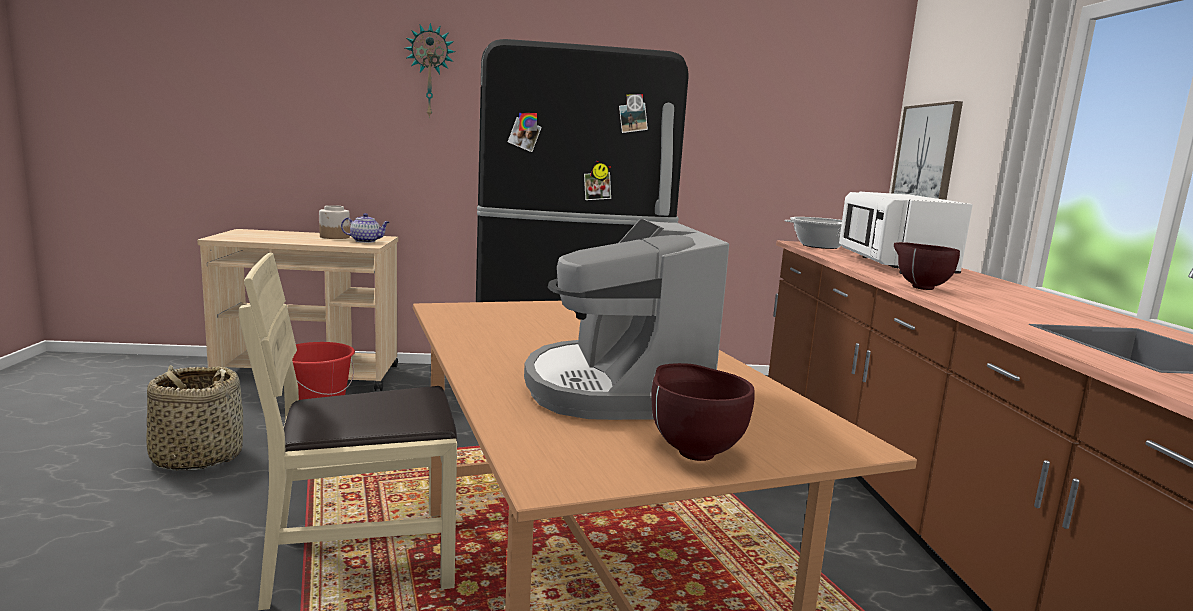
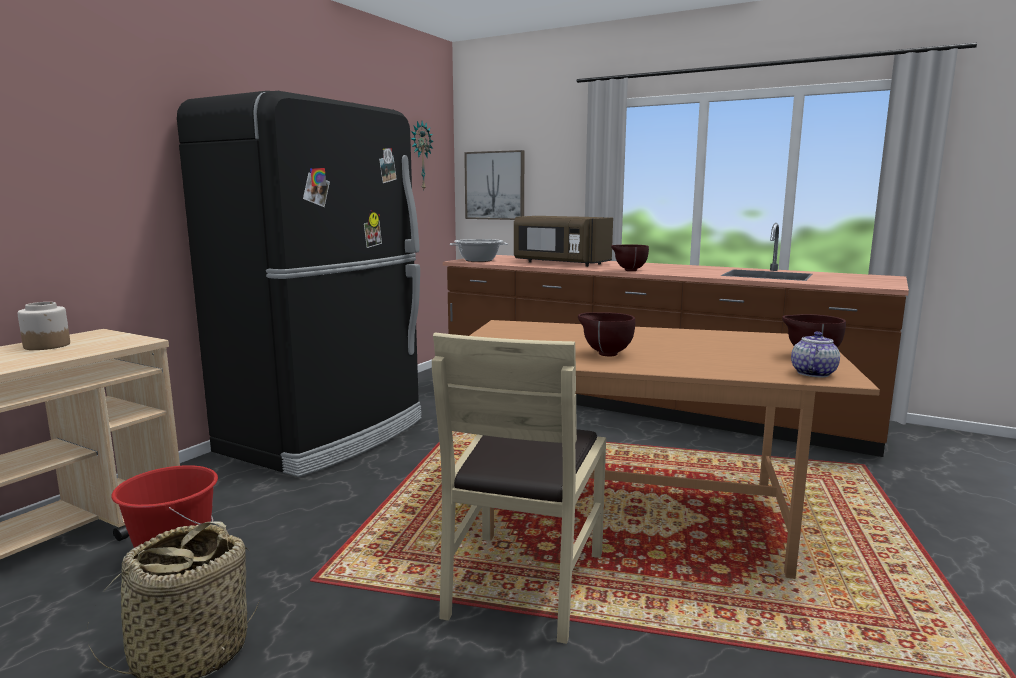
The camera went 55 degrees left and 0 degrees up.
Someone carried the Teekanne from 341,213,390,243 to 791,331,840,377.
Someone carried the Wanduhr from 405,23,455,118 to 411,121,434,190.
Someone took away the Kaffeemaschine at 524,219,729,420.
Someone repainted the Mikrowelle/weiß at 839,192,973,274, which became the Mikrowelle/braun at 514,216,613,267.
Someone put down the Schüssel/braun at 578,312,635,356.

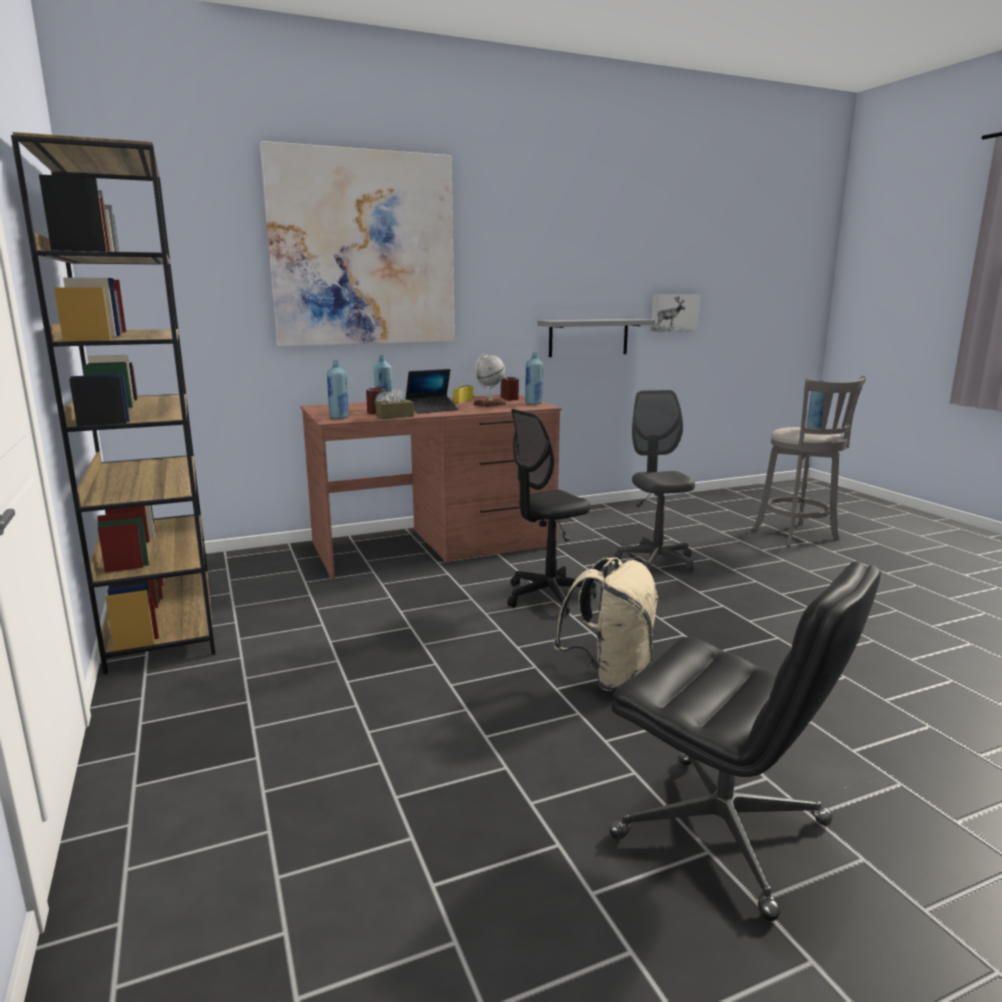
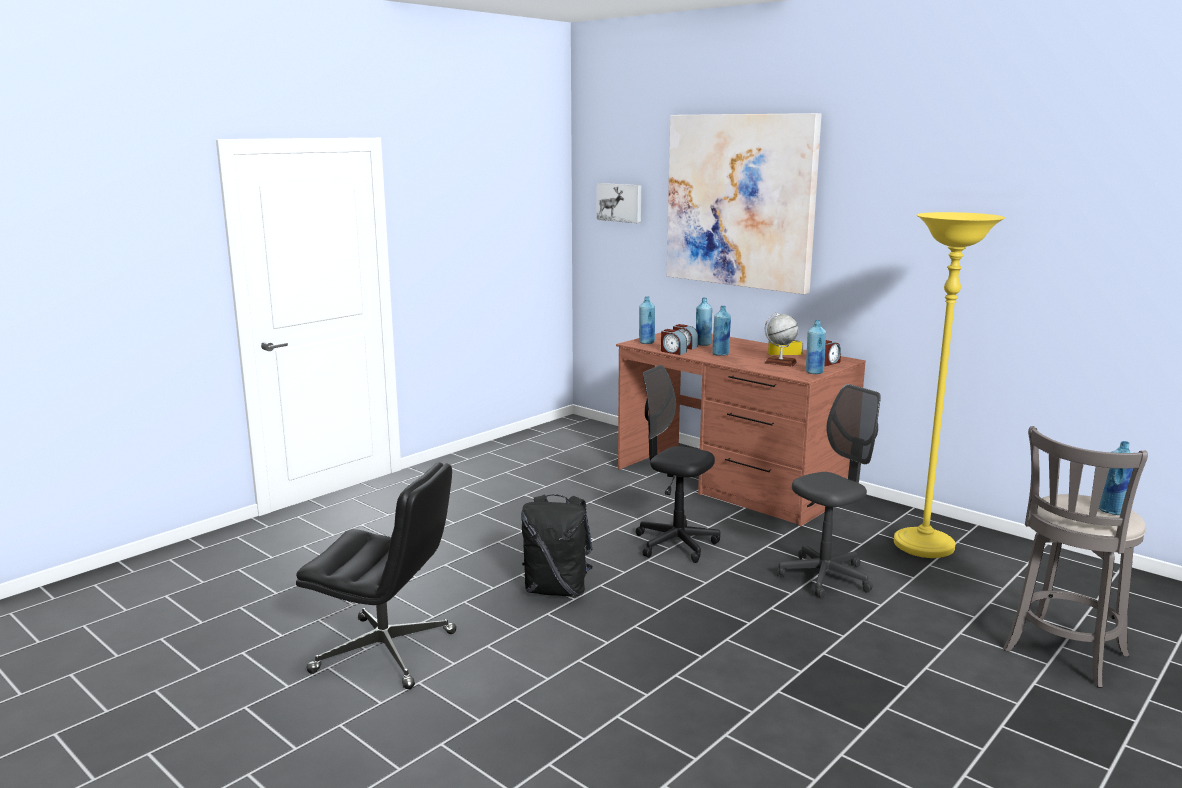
The camera went 65 degrees right and 0 degrees up.
Someone took away the Bücherregal/braun at 11,132,215,674.
Someone swapped the Taschentuchbox/braun at 375,387,414,419 for the Wecker at 661,329,687,355.
Someone swapped the Laptop at 405,369,459,414 for the Flasche/blau at 712,306,731,356.
Someone took away the Wandregal/grau at 537,319,655,357.
Someone repainted the Rucksack/beige at 553,558,659,691, which became the Rucksack/schwarz at 521,494,593,596.
Someone rotated the Bürostuhl/schwarz at 609,561,881,921 by 90 degrees counterclockwise.
Someone carried the Bild from 651,294,701,332 to 597,183,641,223.
Someone put down the Stehlampe/gelb at 894,212,1005,558.

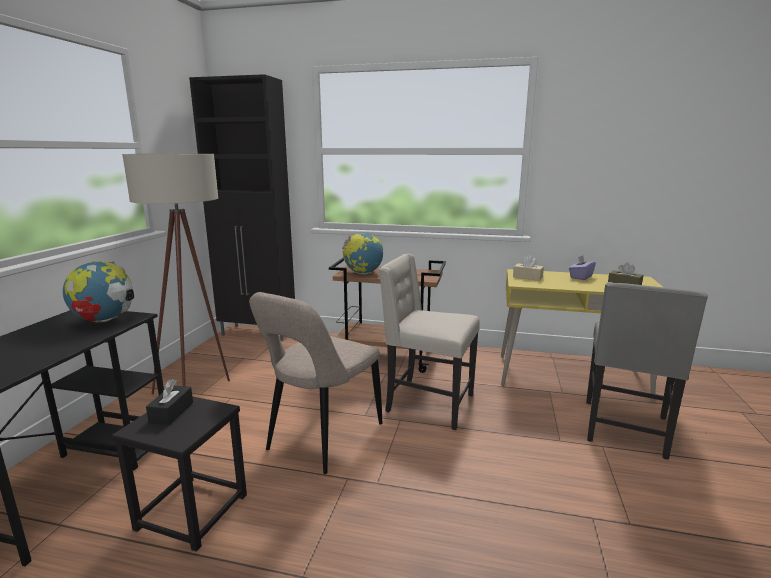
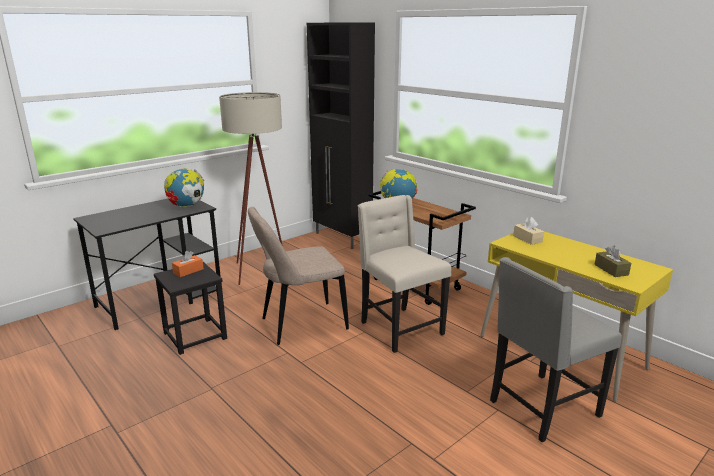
The camera went 35 degrees right and 5 degrees up.
Someone repainted the Taschentuchbox/schwarz at 146,379,193,425, which became the Taschentuchbox/orange at 172,251,204,277.
Someone took away the Taschentuchbox/lila at 569,255,596,280.

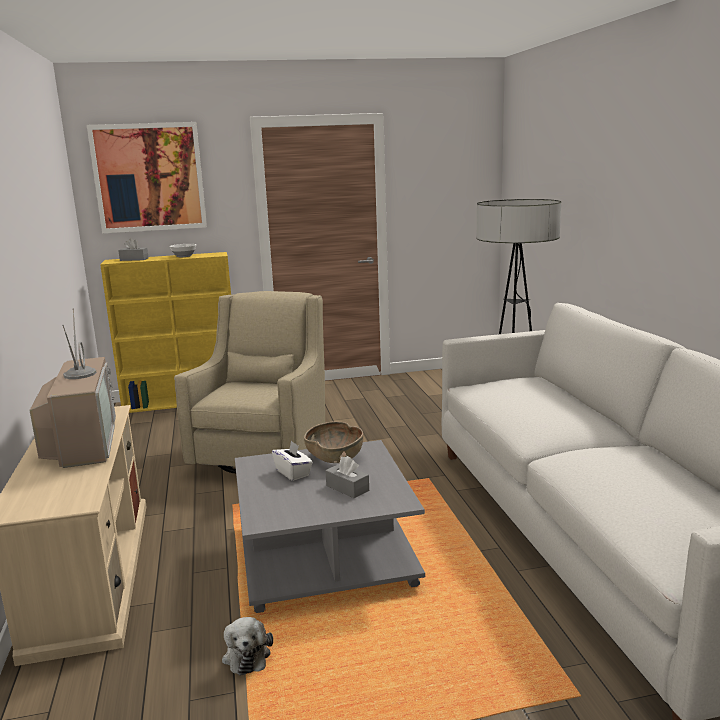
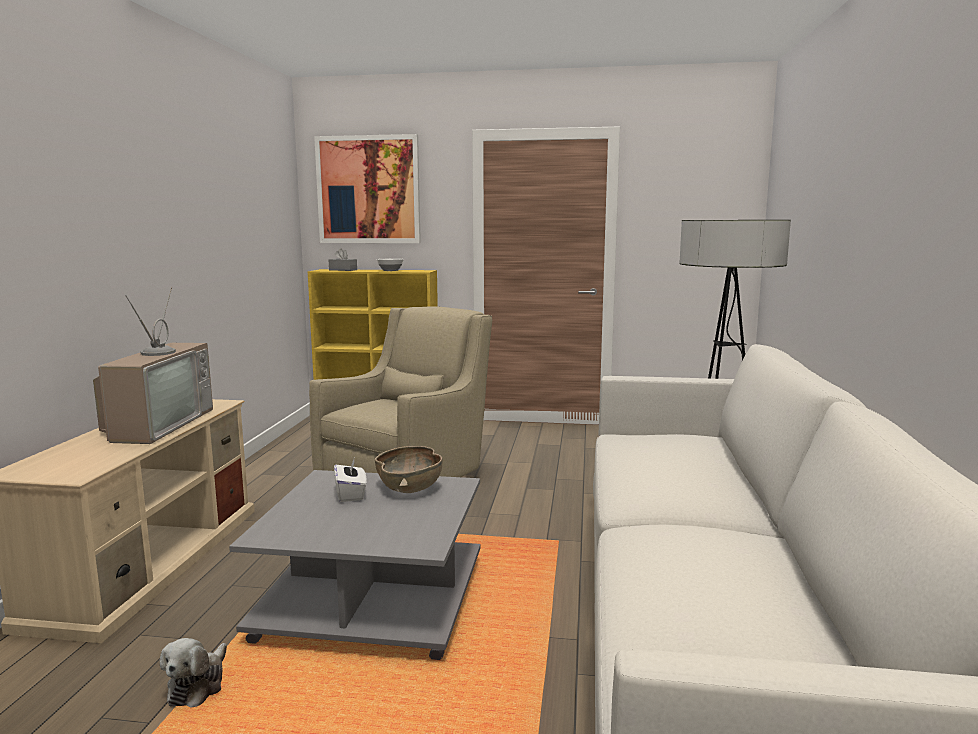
The camera went 20 degrees right and 5 degrees down.
Someone took away the Taschentuchbox/grau at 325,456,369,498.

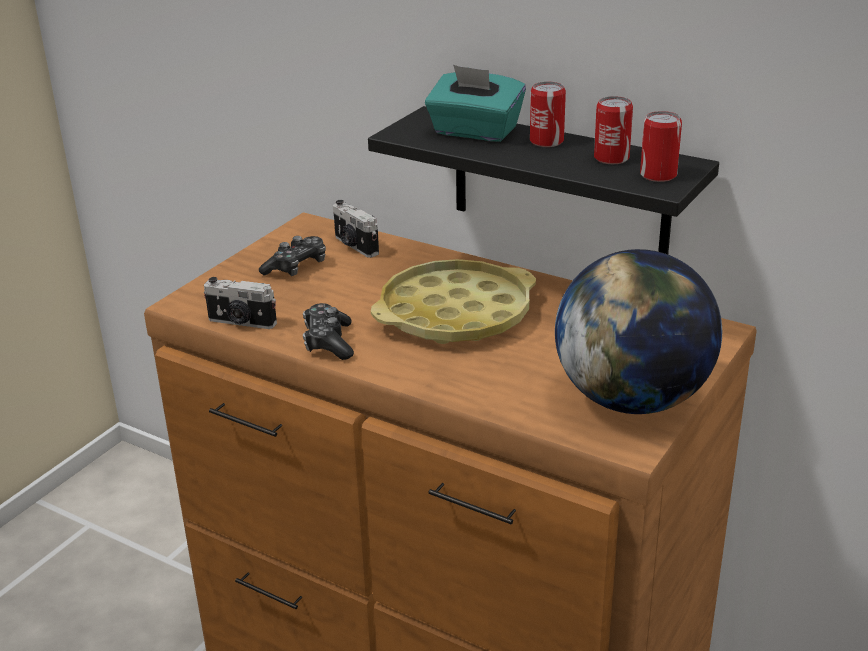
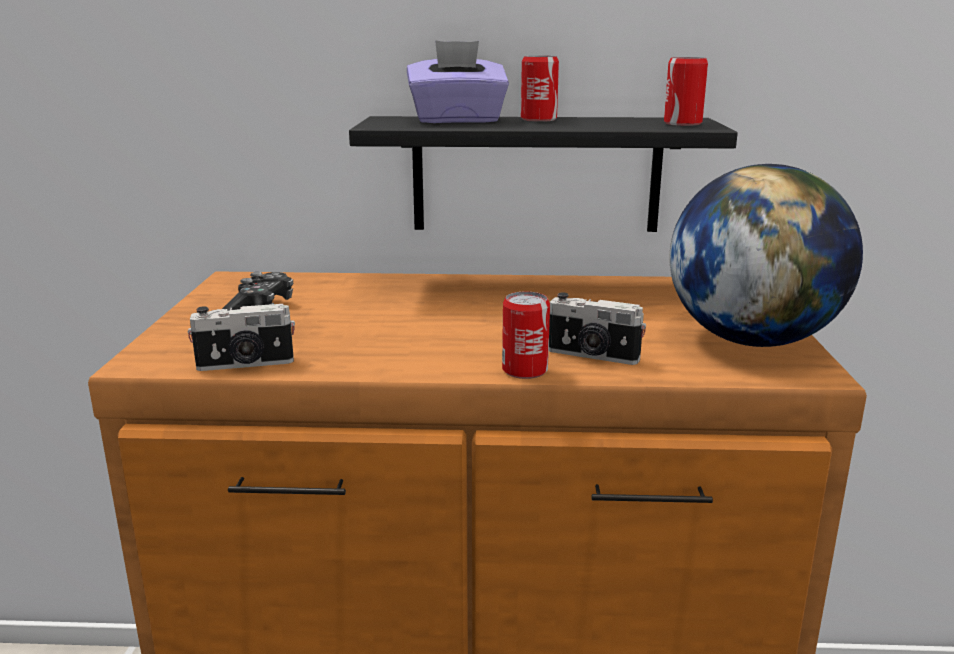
The camera went 30 degrees left and 10 degrees down.
Someone took away the Gamepad at 303,303,354,360.
Someone carried the Kamera from 333,200,379,258 to 549,293,646,365.
Someone took away the Tablett/gelb at 371,259,536,344.
Someone repainted the Taschentuchbox/türkis at 425,65,526,142, which became the Taschentuchbox/lila at 407,40,509,123.
Someone carried the Dose from 594,96,633,164 to 502,292,550,379.

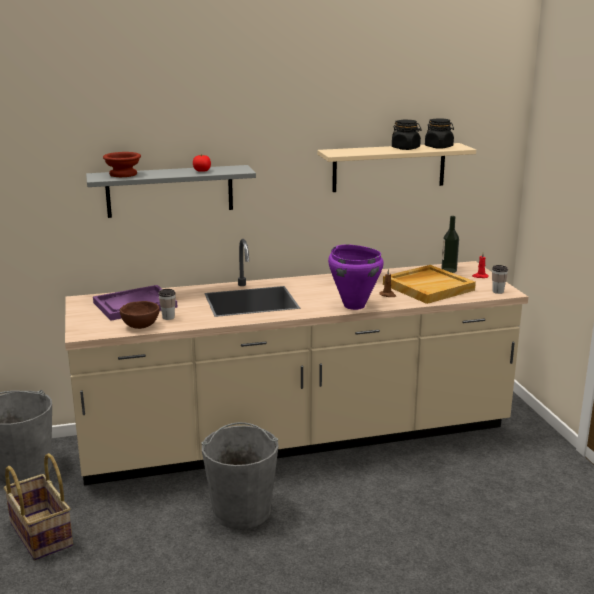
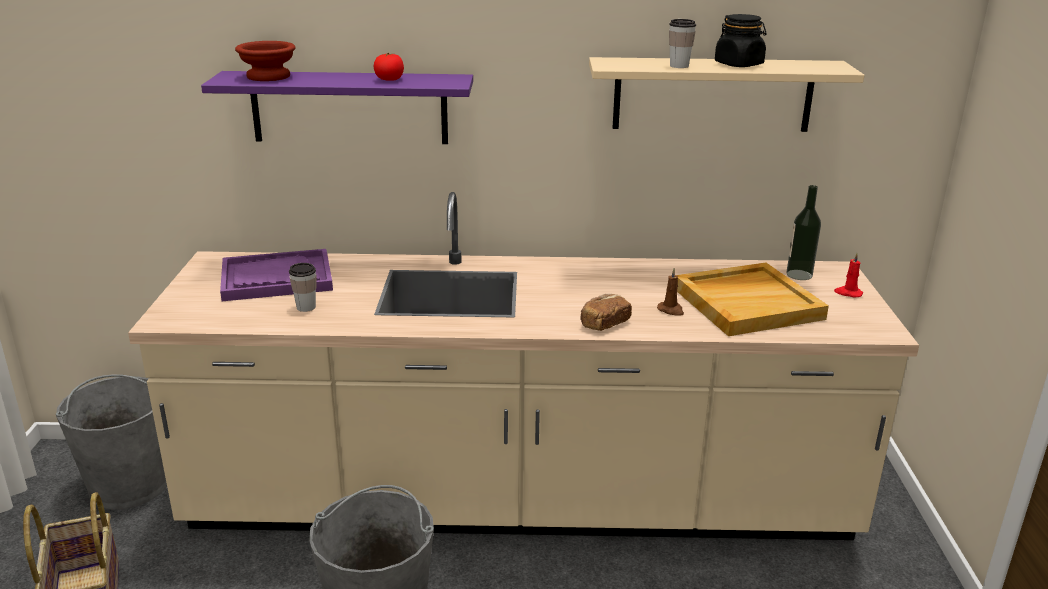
The camera went 15 degrees right and 5 degrees up.
Someone repainted the Wandregal/grau at 86,165,256,218, which became the Wandregal/lila at 201,71,473,144.
Someone took away the Schüssel/braun at 120,301,160,329.
Someone swapped the Kochtopf/lila at 328,245,384,310 for the Brot at 580,294,632,331.
Someone took away the Vorratsglas/schwarz at 425,118,454,149.
Someone carried the Tasse from 492,265,508,294 to 669,19,696,68.

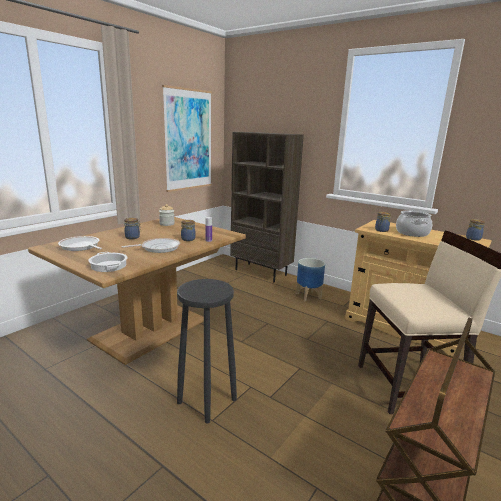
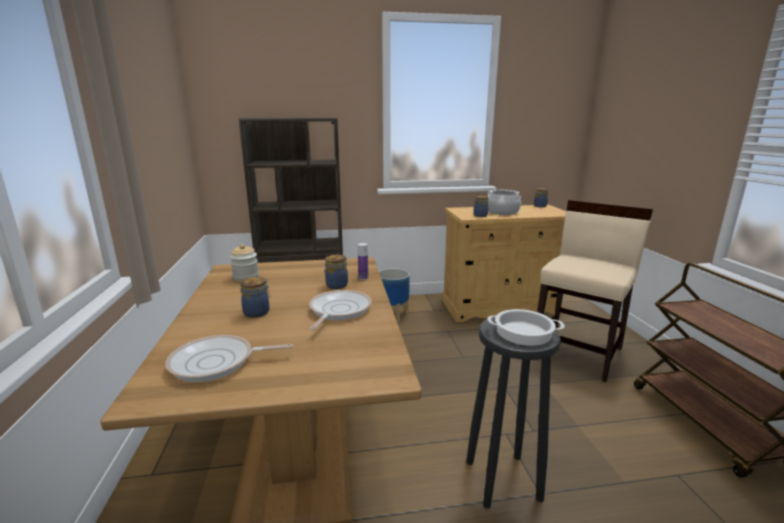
The camera went 45 degrees left and 0 degrees up.
Someone carried the Kochtopf from 88,252,128,272 to 487,309,565,346.
Someone took away the Bild at 162,85,212,192.

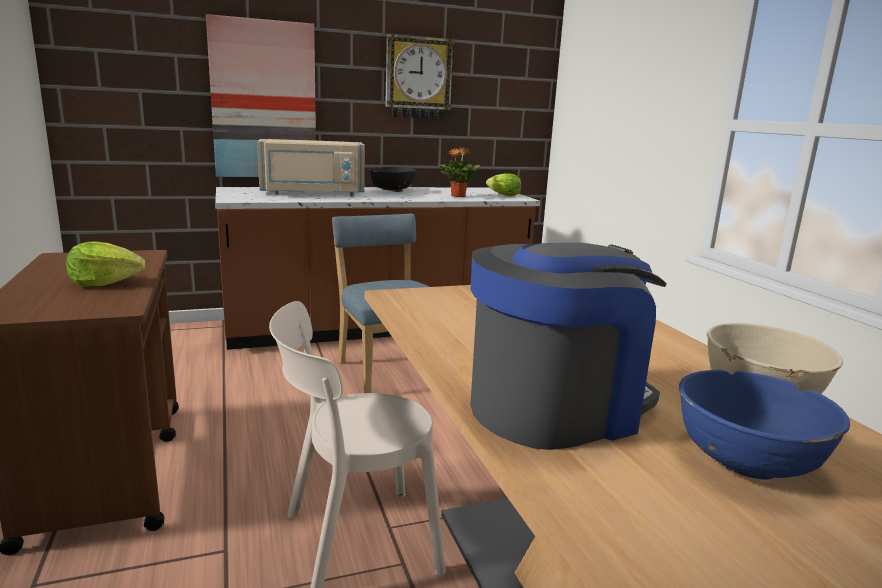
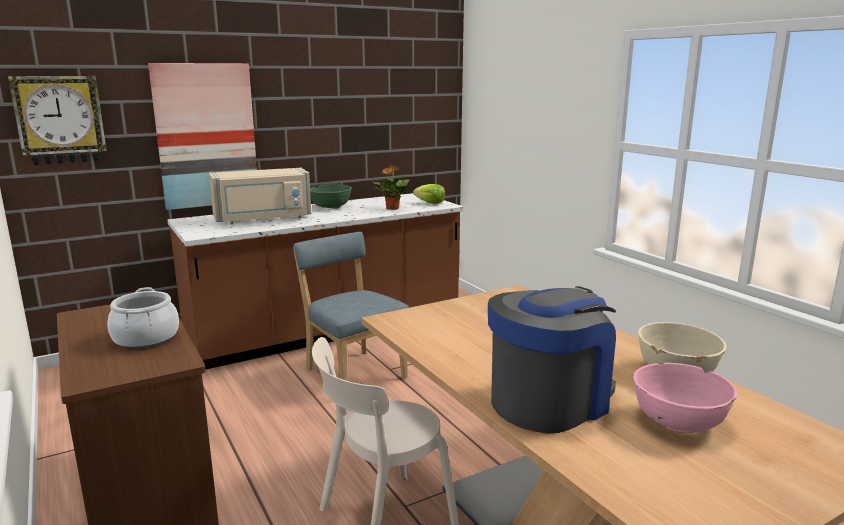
The camera went 10 degrees left and 0 degrees up.
Someone swapped the Salatkopf at 66,241,146,287 for the Kochtopf at 107,287,179,349.
Someone repainted the Schüssel/schwarz at 369,167,416,192, which became the Schüssel/grün at 310,184,352,209.
Someone carried the Wanduhr from 385,34,454,119 to 8,76,107,165.
Someone repainted the Schüssel/blau at 679,370,850,480, which became the Schüssel/rosa at 633,363,737,433.

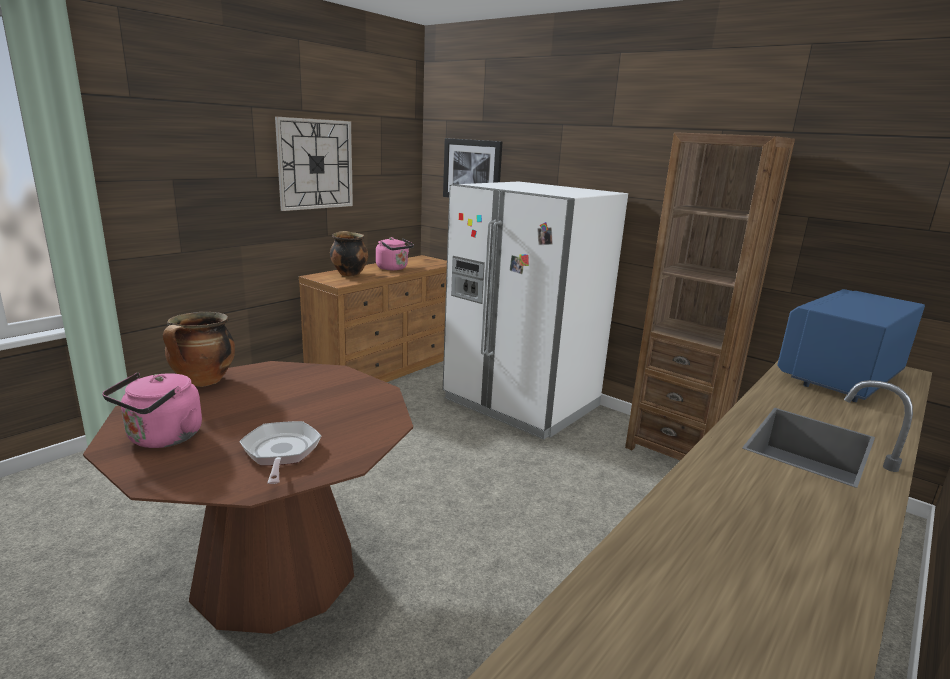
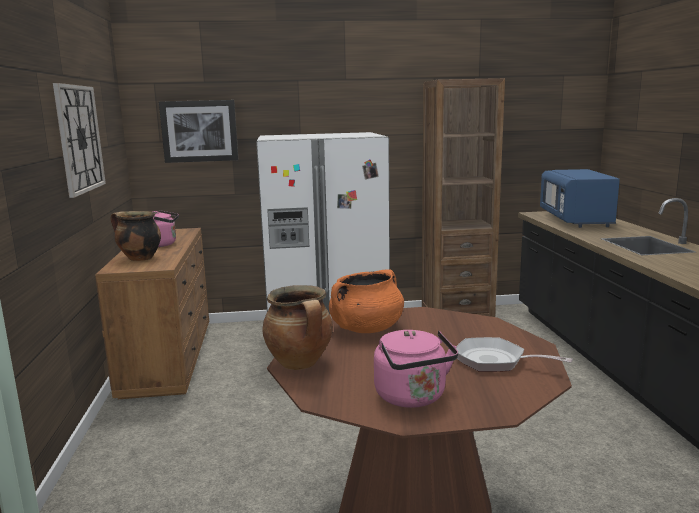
The camera went 45 degrees left and 5 degrees down.
Someone put down the Kochtopf/orange at 329,269,404,333.

